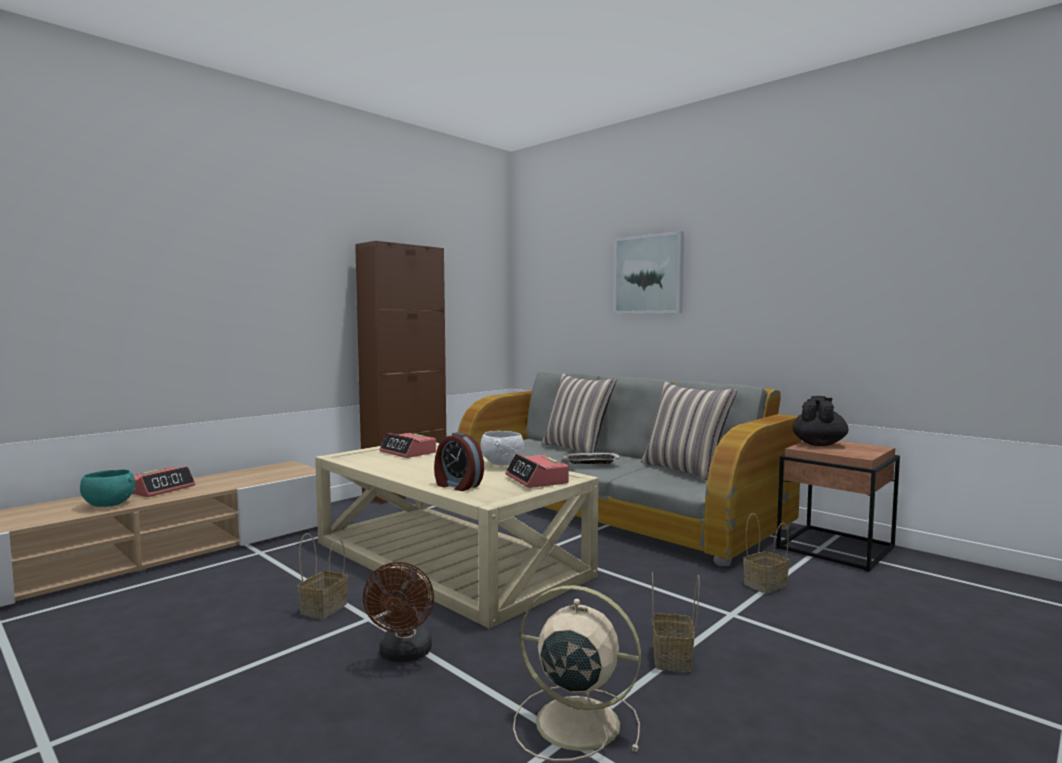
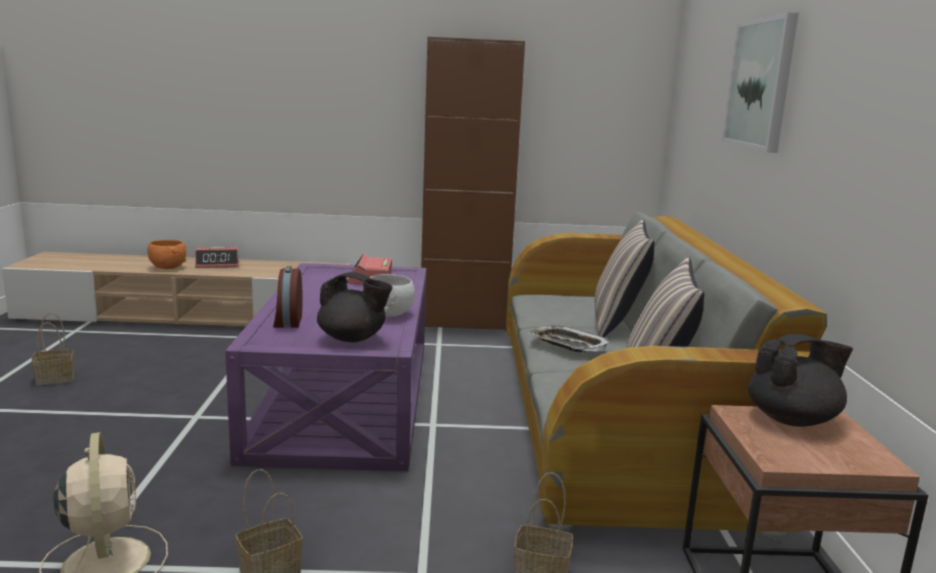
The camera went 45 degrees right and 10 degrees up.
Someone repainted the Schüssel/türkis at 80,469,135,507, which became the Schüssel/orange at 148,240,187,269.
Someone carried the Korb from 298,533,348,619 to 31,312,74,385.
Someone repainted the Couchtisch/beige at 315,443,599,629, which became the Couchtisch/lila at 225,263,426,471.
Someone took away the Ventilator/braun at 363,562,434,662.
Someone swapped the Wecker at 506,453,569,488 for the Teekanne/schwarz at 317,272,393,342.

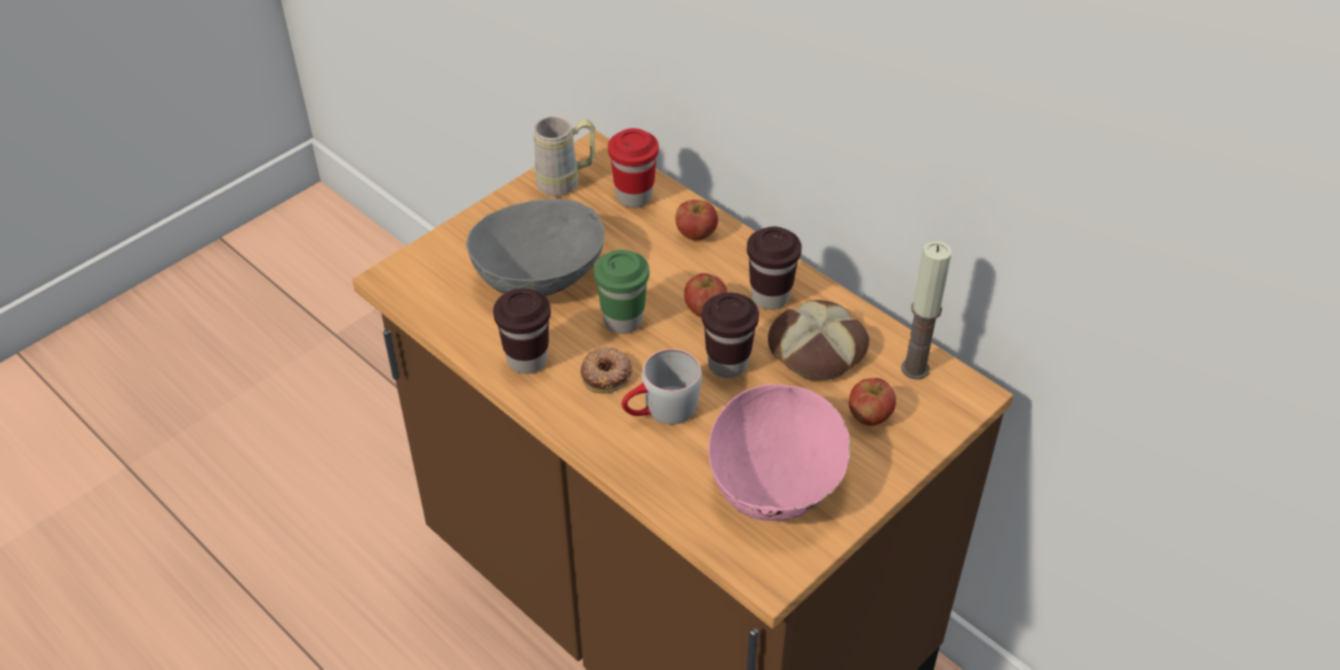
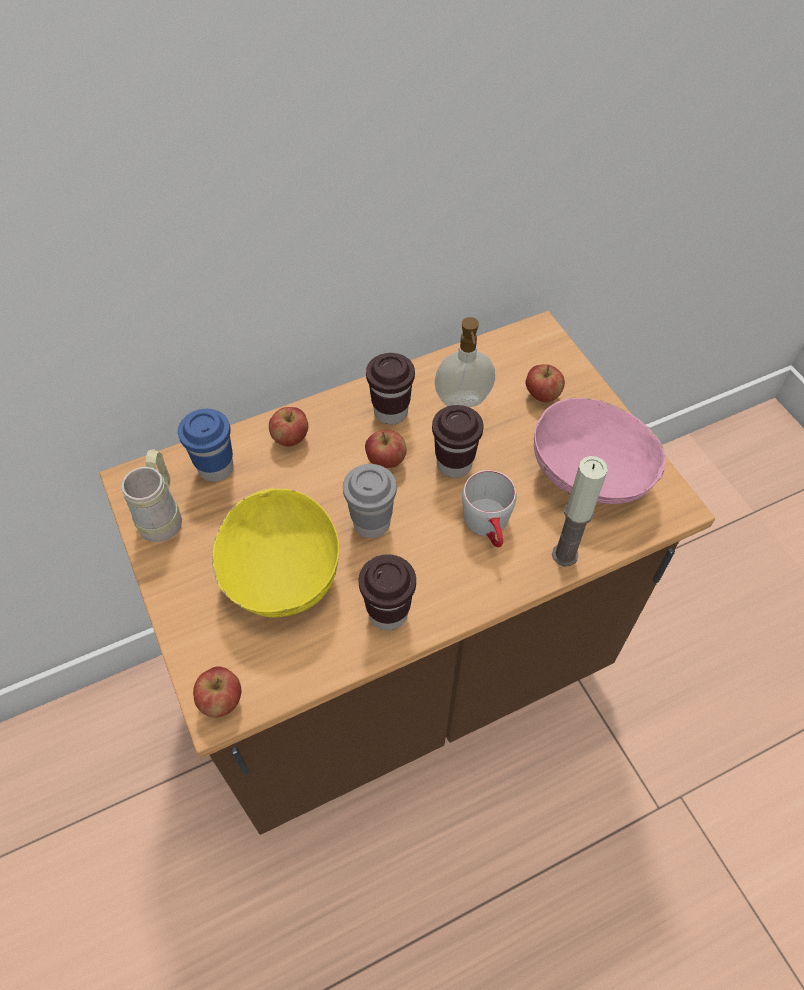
The camera went 70 degrees left and 10 degrees up.
Someone repainted the Schüssel/grau at 466,198,605,296, which became the Schüssel/gelb at 212,488,339,618.
Someone took away the Donut at 581,347,632,394.
Someone repainted the Tasse/grün at 594,250,649,334, which became the Tasse/grau at 343,464,397,538.
Someone repainted the Tasse/rot at 608,128,659,208, which became the Tasse/blau at 178,409,233,482.
Someone swapped the Brot at 768,300,869,380 for the Seifenspender at 435,317,495,407.
Someone carried the Kerze from 901,241,952,380 to 552,456,608,566.
Someone put down the Apfel at 193,666,241,718.

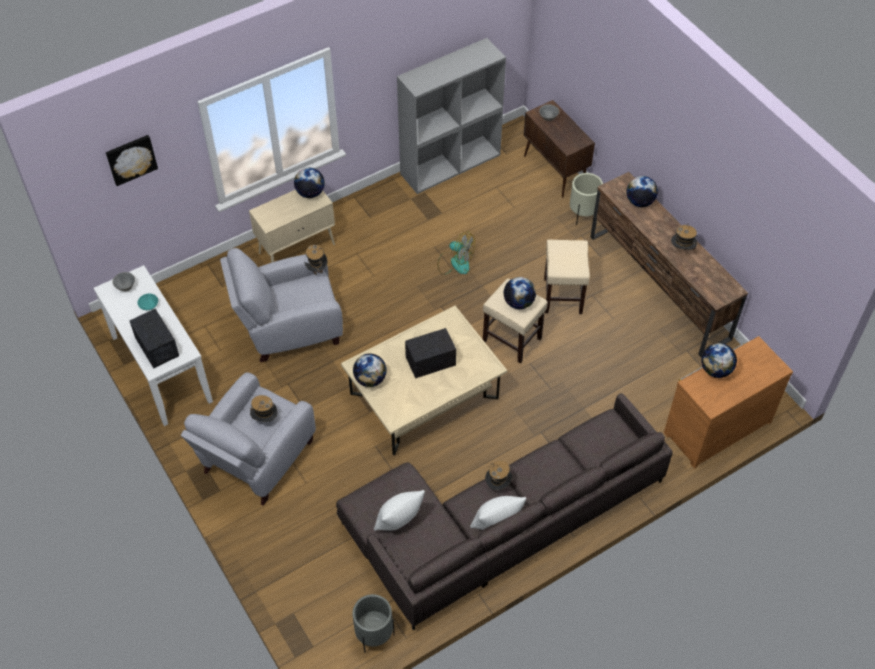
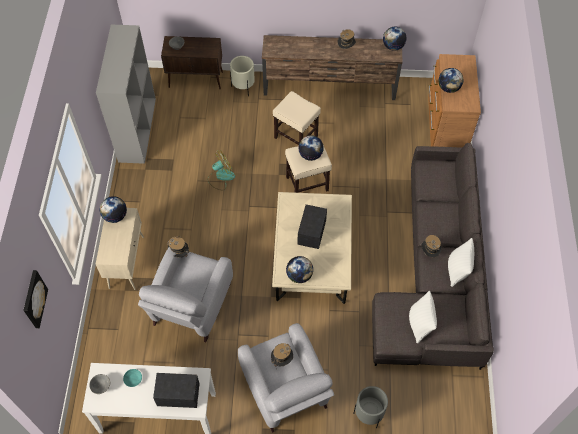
The camera went 55 degrees left and 5 degrees up.
Someone carried the Pflanzkübel/grau from 352,594,395,653 to 353,386,388,428.
Someone carried the Globus from 626,176,658,207 to 383,27,407,51.

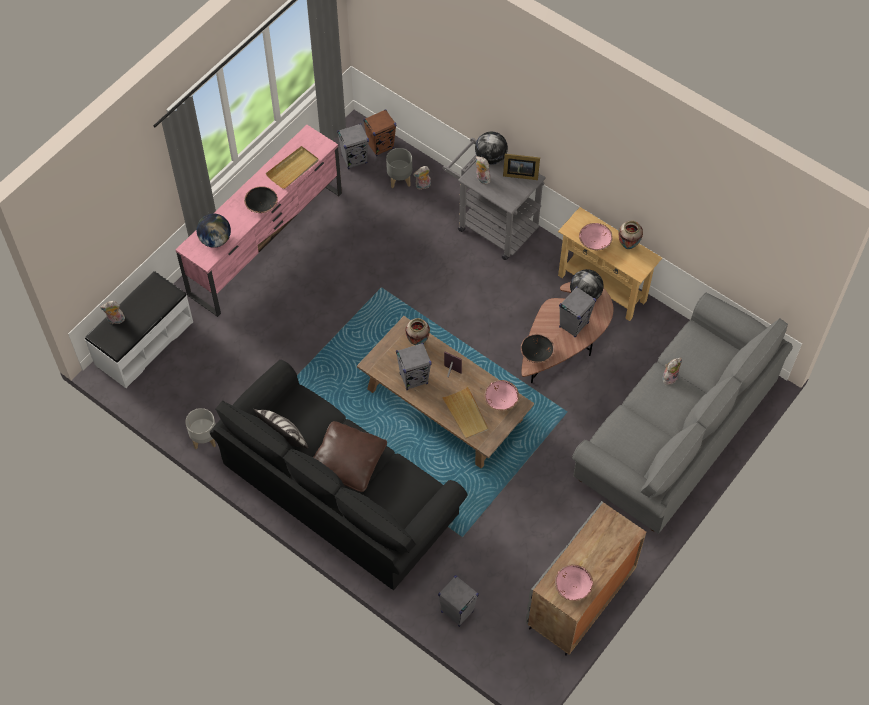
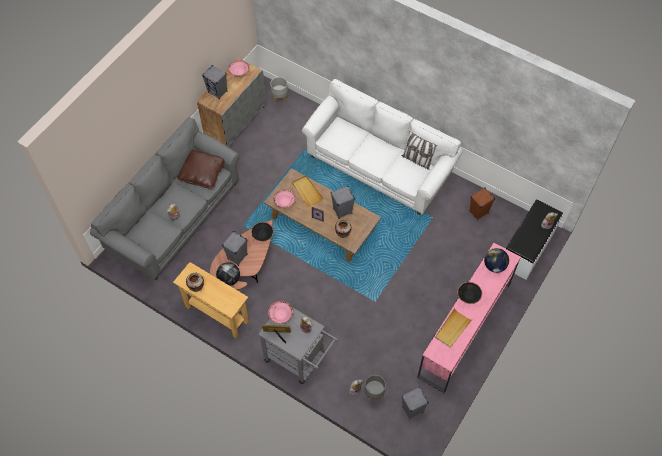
The camera went 175 degrees right and 0 degrees up.
Someone carried the Pflanzkübel/grau from 185,408,216,449 to 270,77,288,104.
Someone repainted the Sofa/schwarz at 210,360,468,590, which became the Sofa/weiß at 302,79,463,215.
Someone carried the Kissen/braun from 313,421,387,492 to 177,150,225,189.
Someone carried the Lautsprecher/braun from 363,109,396,156 to 469,187,495,220.
Someone carried the Lautsprecher/grau from 438,575,479,627 to 202,65,228,99.
Someone took away the Globus at 475,132,508,165.
Someone carried the Schüssel/rosa from 579,223,613,250 to 268,301,293,324.

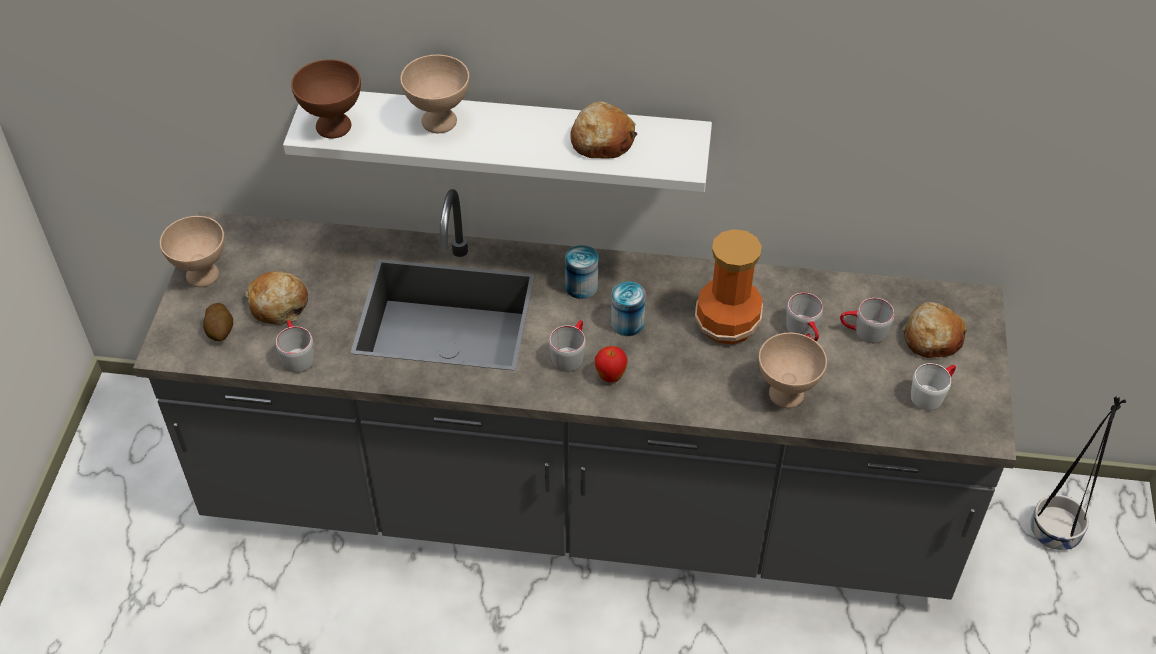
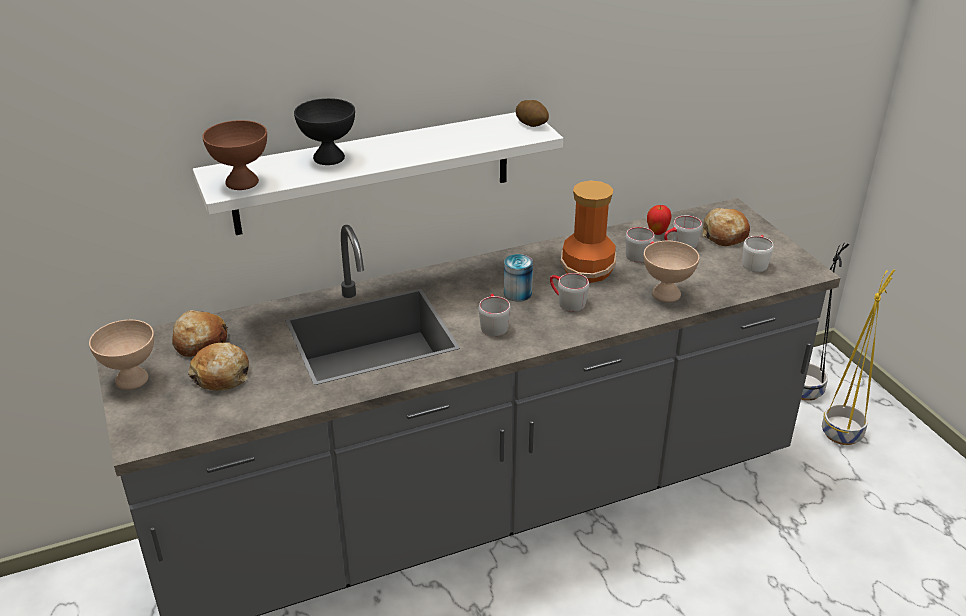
The camera went 30 degrees left and 15 degrees down.
Someone carried the Kartoffel from 203,303,233,341 to 516,100,549,127.
Someone carried the Henkelbecher/grau from 276,320,314,373 to 550,273,589,312.
Someone repainted the Schüssel/beige at 400,55,470,133, which became the Schüssel/schwarz at 294,98,355,165.
Someone took away the Dose at 565,245,598,299.
Someone carried the Brot from 570,101,637,159 to 172,310,228,357.
Someone carried the Apfel from 595,346,628,383 to 647,205,672,235.
Someone put down the Pflanzkübel/gelb at 822,269,895,445.

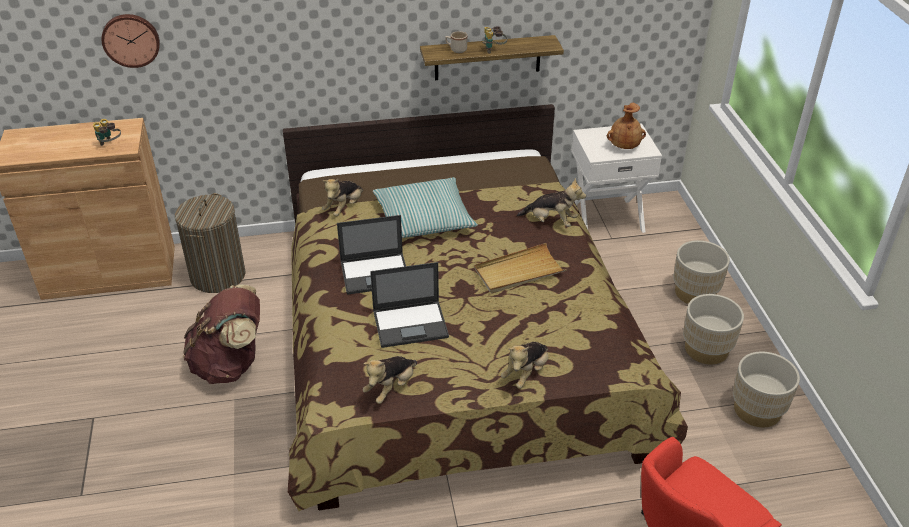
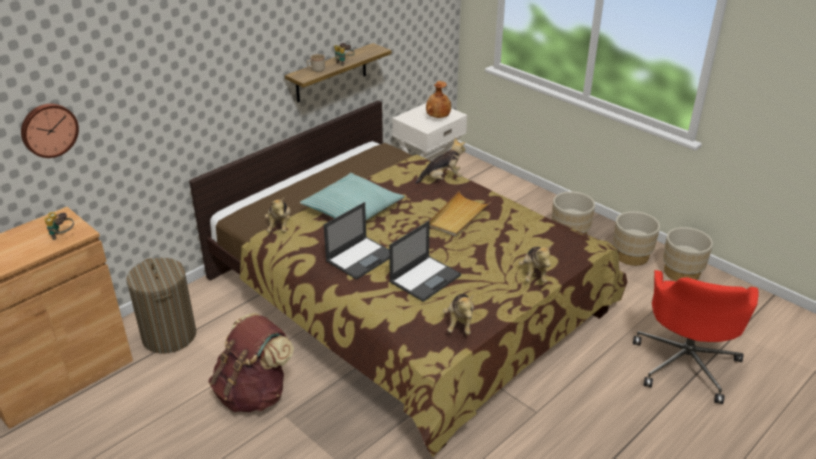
The camera went 35 degrees left and 5 degrees down.
Someone carried the Pflanzkübel/beige from 673,240,730,304 to 663,227,713,281.

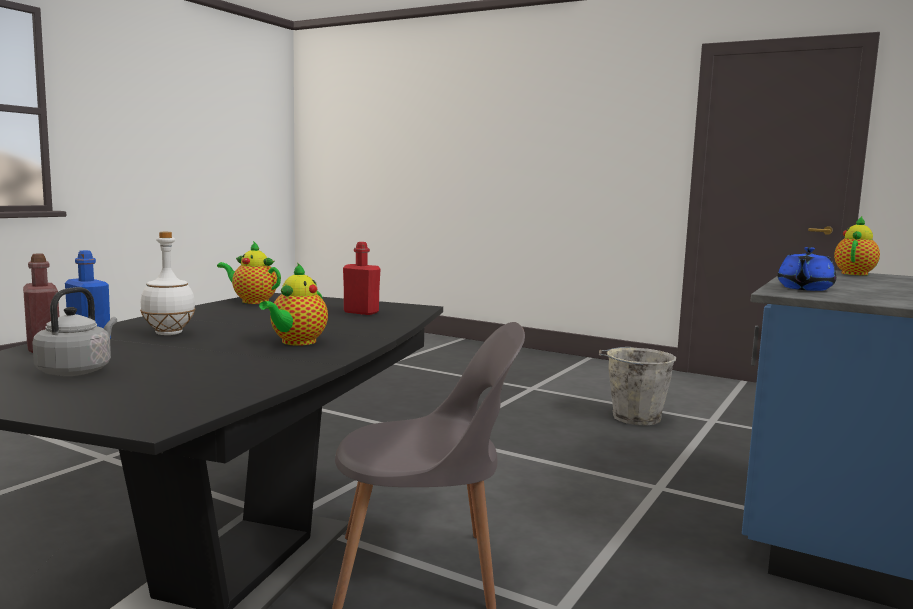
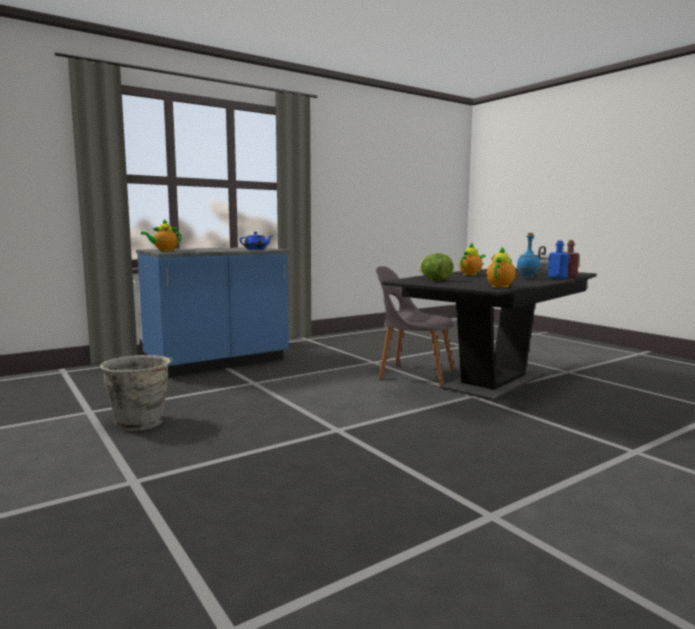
The camera went 155 degrees left and 0 degrees up.
Someone repainted the Flasche/weiß at 140,232,196,335, which became the Flasche/blau at 517,233,540,278.
Someone rotated the Teekanne at 217,241,281,304 by 105 degrees counterclockwise.
Someone swapped the Flasche/rot at 343,242,380,315 for the Salatkopf at 419,253,454,281.

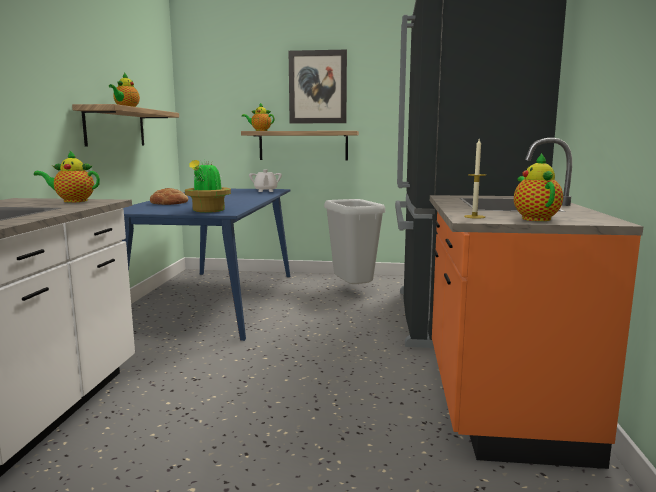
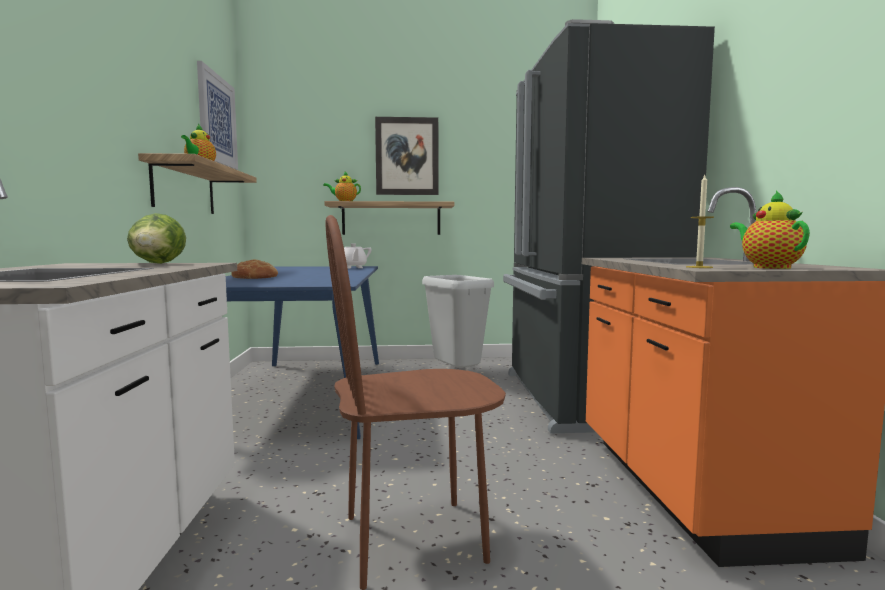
The camera went 10 degrees left and 5 degrees down.
Someone swapped the Teekanne at 34,150,100,202 for the Salatkopf at 127,213,186,264.
Someone took away the Topfpflanze at 185,160,231,213.
Someone put up the Bild at 197,61,238,170.
Someone put down the Stuhl/braun at 326,215,506,590.

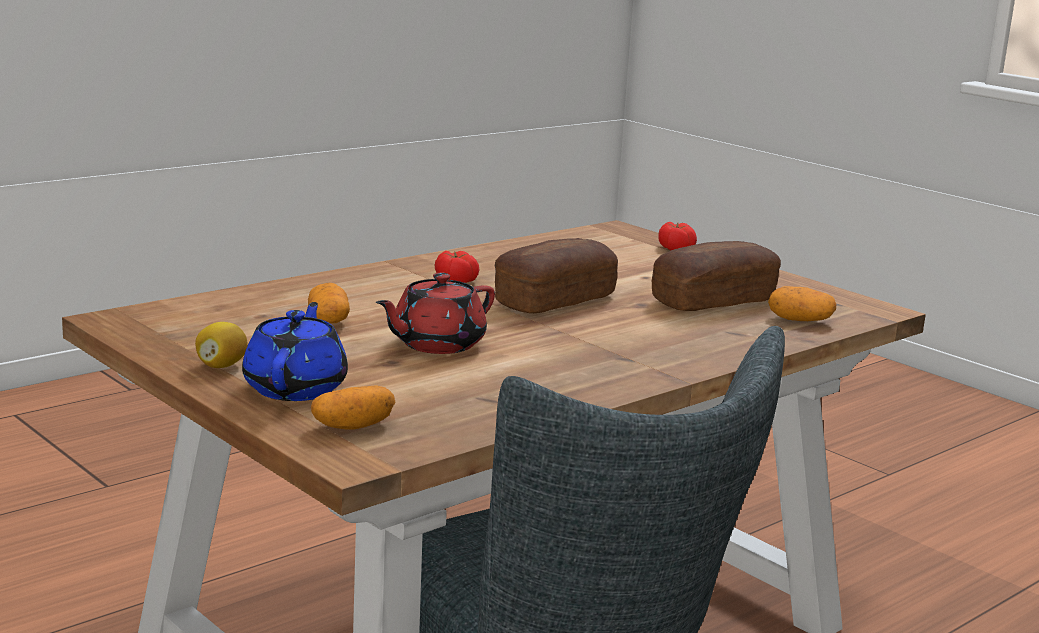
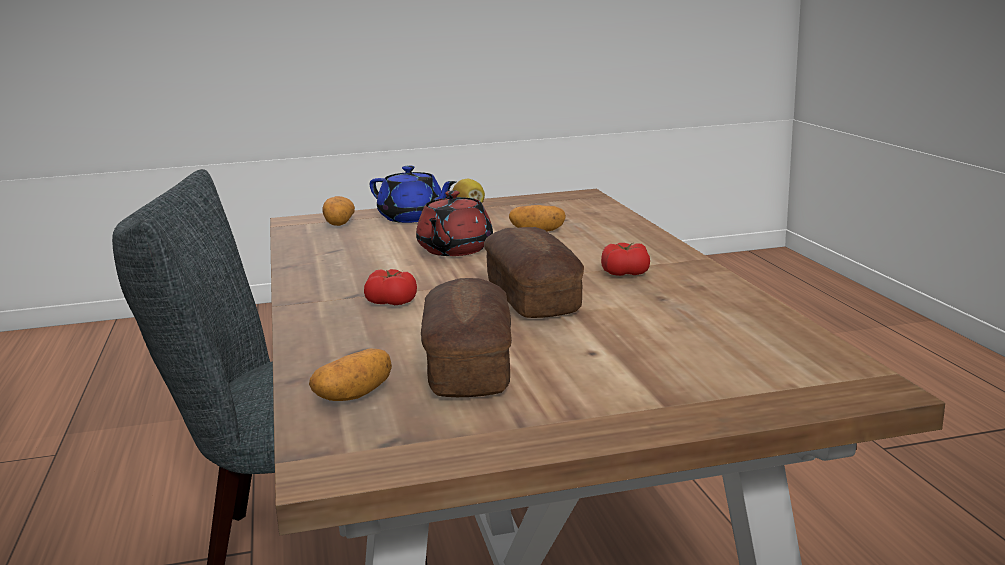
The camera went 120 degrees right and 0 degrees up.
Someone rotated the Teekanne/rot at 376,273,495,354 by 150 degrees counterclockwise.
Someone carried the Tomate from 658,222,697,250 to 364,269,417,305.

